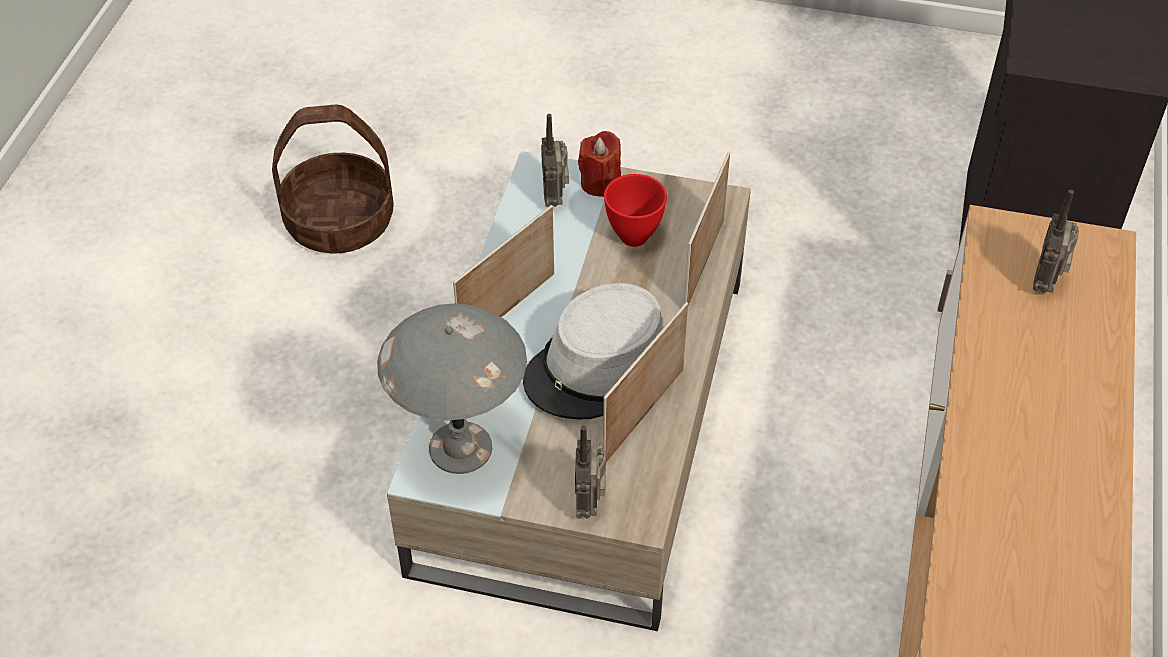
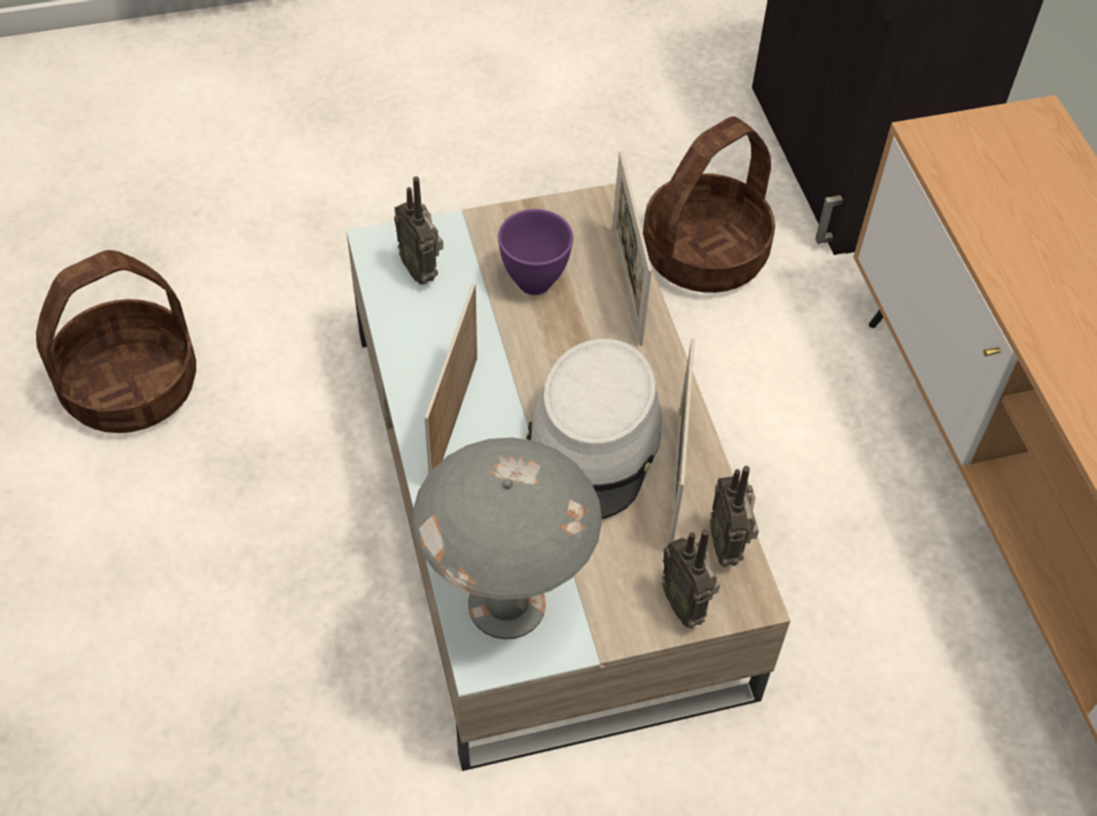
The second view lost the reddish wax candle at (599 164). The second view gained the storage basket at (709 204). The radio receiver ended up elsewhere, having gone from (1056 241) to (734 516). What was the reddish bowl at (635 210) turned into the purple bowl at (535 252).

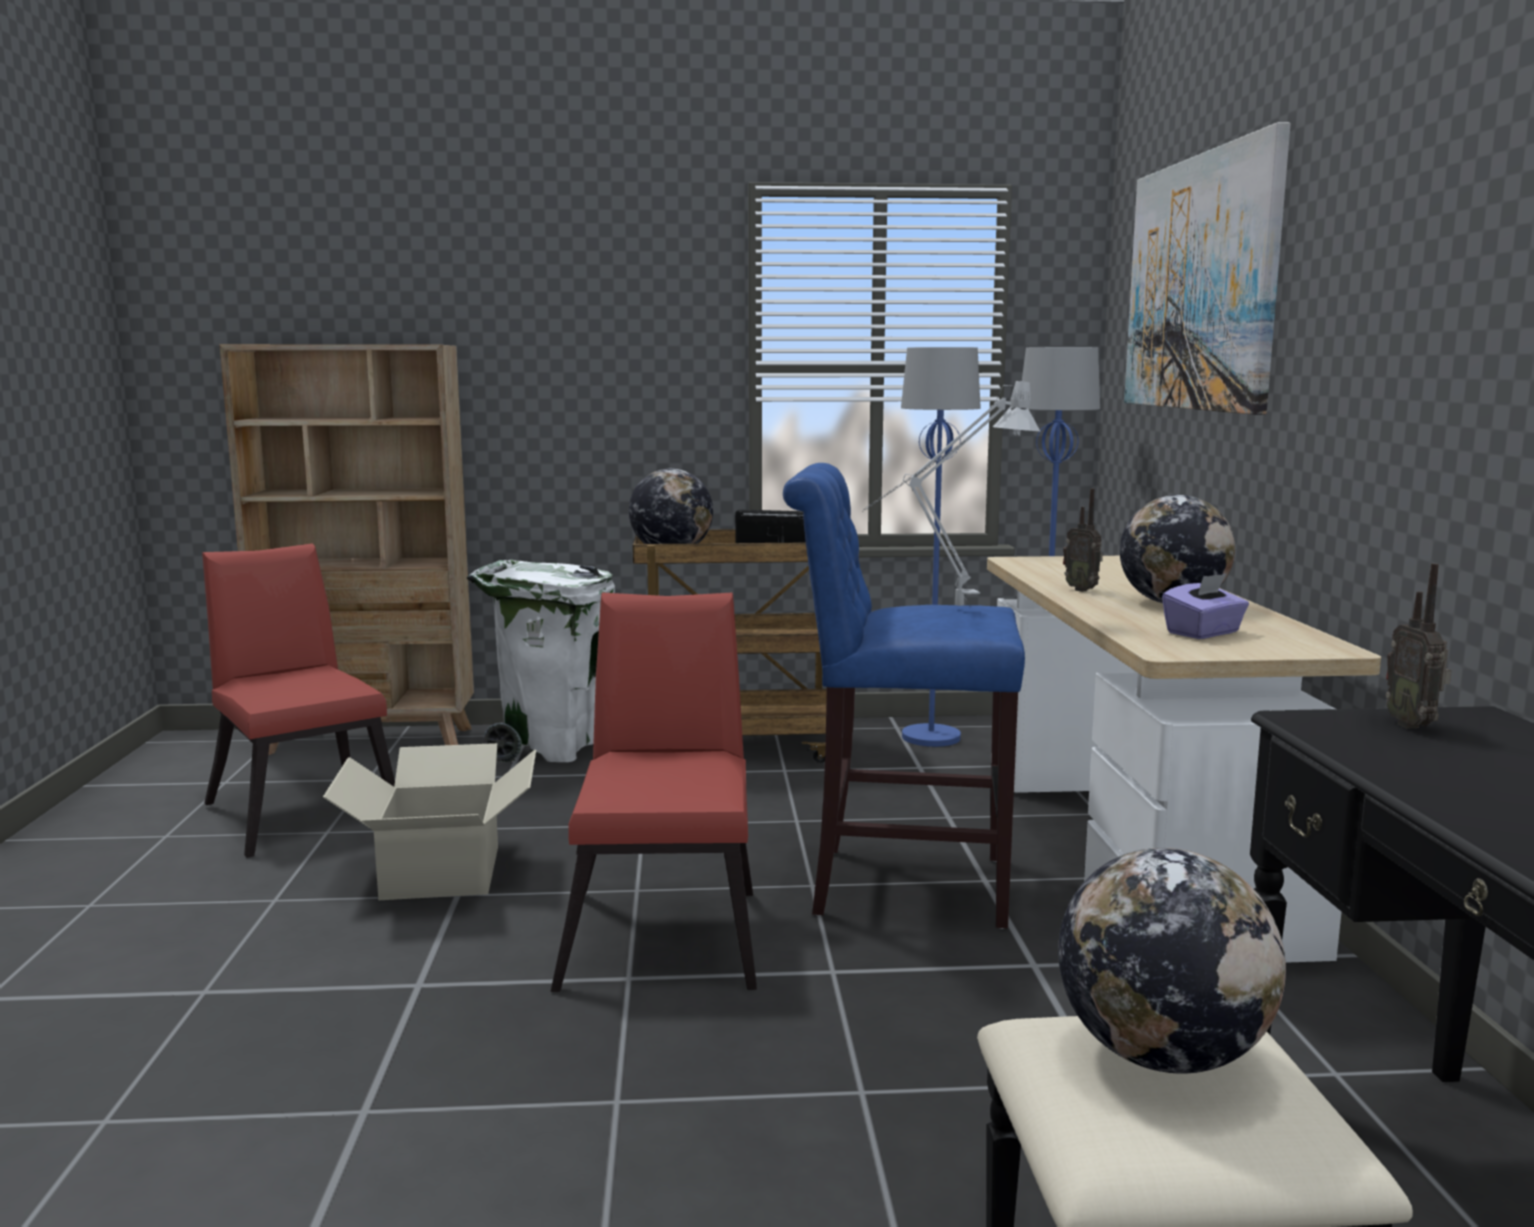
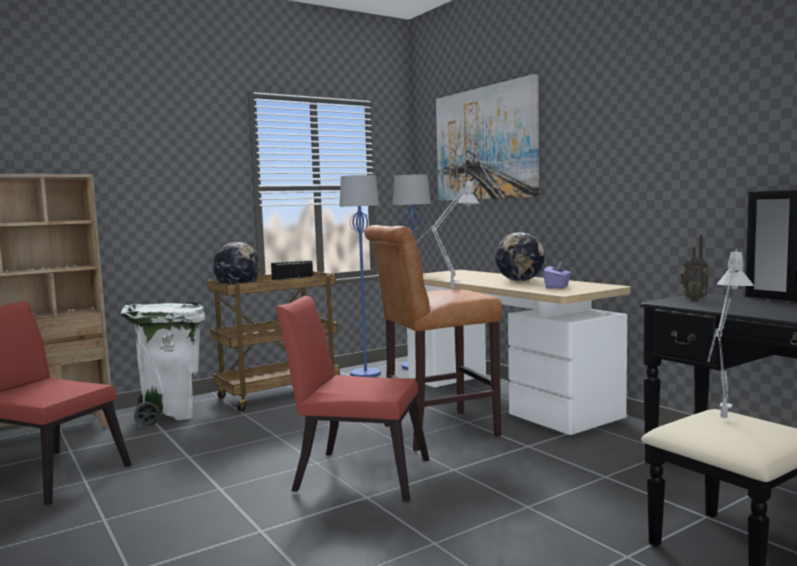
The second view lost the cardboard box at (429 821). The second view lost the radio receiver at (1083 540). Where the world globe stood at (1172 961), the grey lamp for a table came to stand at (730 333). What was the blue stool seat at (904 696) turned into the brownish stool seat at (433 338). The reddish plain chair at (653 792) ended up facing another way, 45 degrees counterclockwise from before.

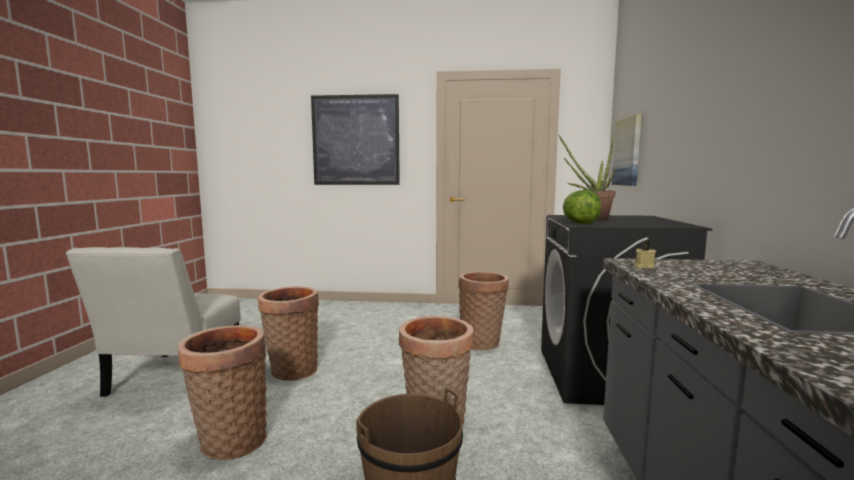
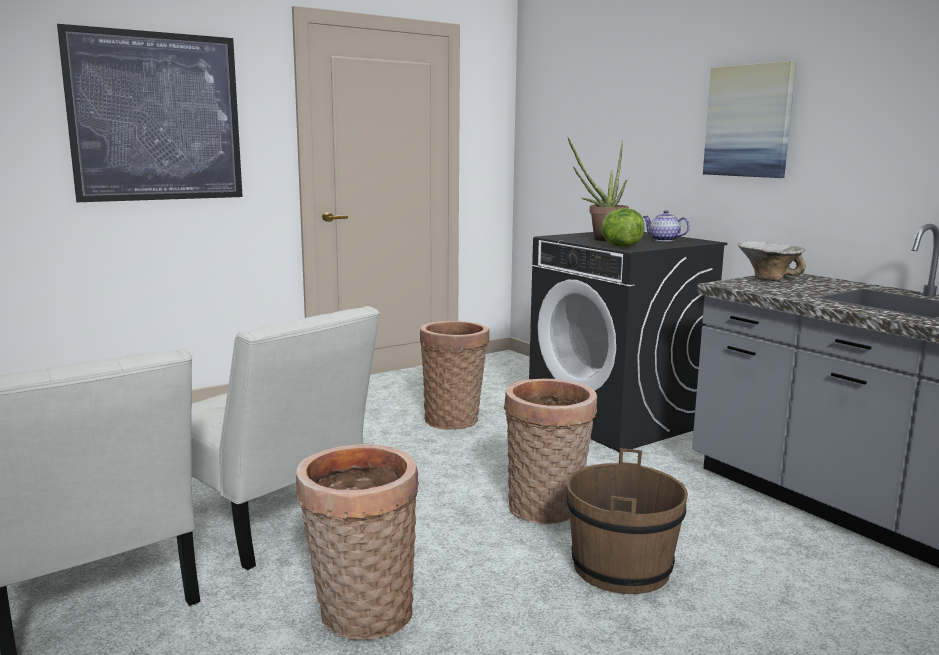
The second view lost the sand-coloured wax candle at (645 255). The second view gained the teapot at (666 225). The second view gained the bowl at (772 261). The wall art ended up elsewhere, having gone from (627 150) to (749 119). Where the storage basket stood at (288 334), the white plain chair came to stand at (285 438).

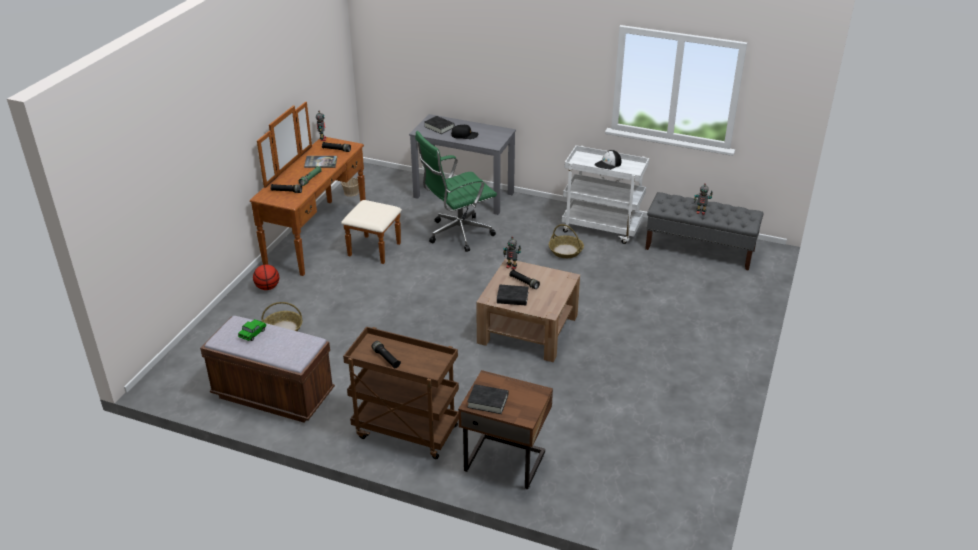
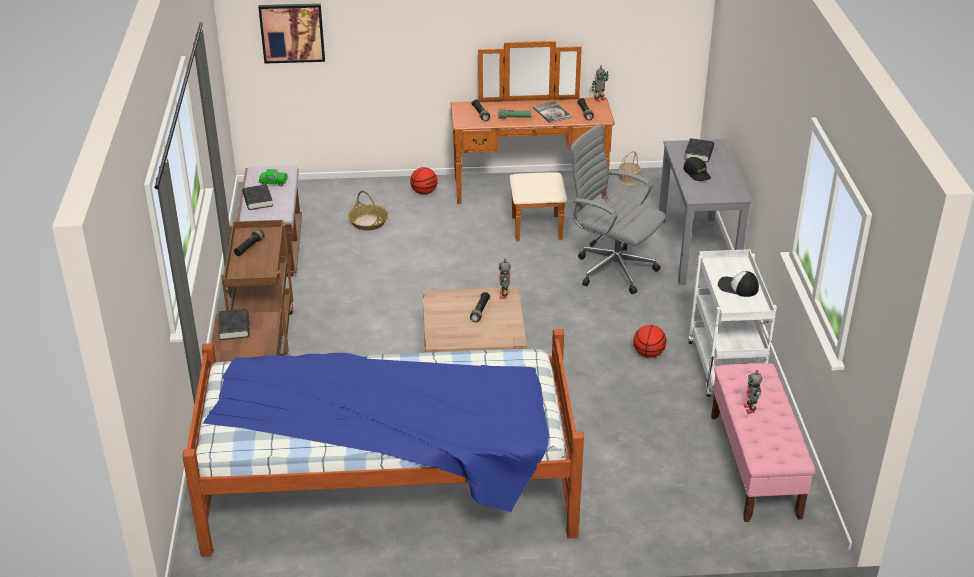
The second view gained the bedroom bed at (383 443). The second view gained the wall art at (291 33). The black book ended up elsewhere, having gone from (513 295) to (257 197). Where the storage basket stood at (566 241), the basketball ball came to stand at (650 341). What was the green-coloured office chair at (456 191) turned into the grey office chair at (618 208). What was the grey long seat at (704 231) turned into the pinkish long seat at (763 442).

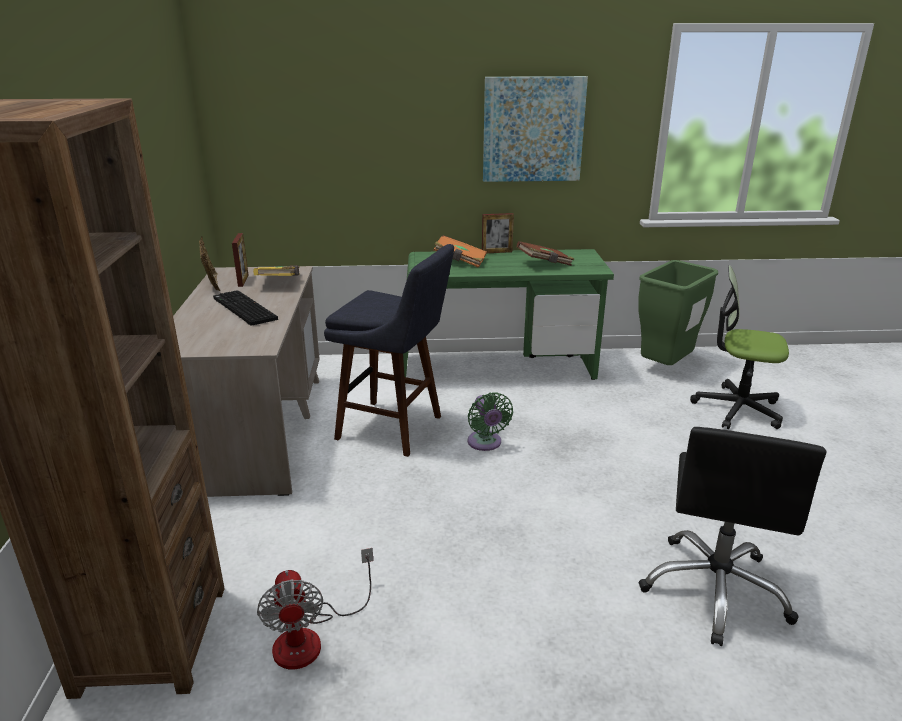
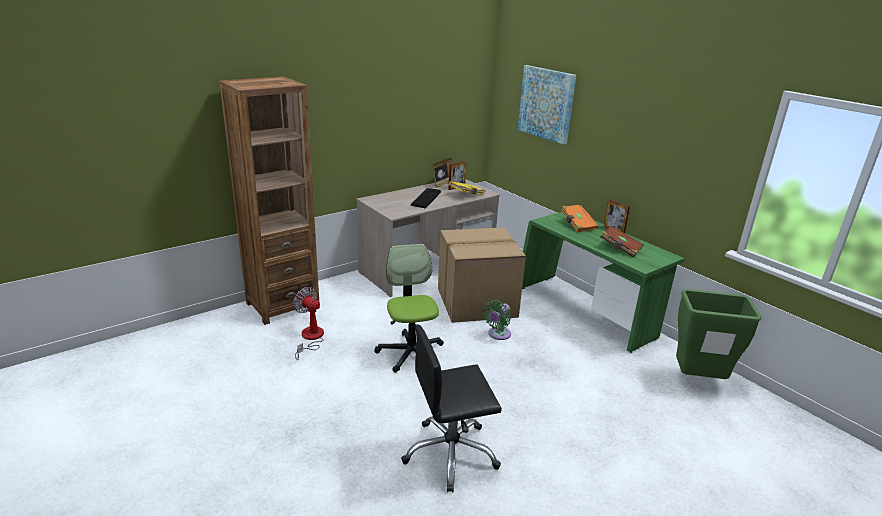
The wall art ended up elsewhere, having gone from (535 129) to (547 105). The office chair ended up elsewhere, having gone from (739 347) to (409 308). Where the blue stool seat stood at (389 350), the cardboard box came to stand at (482 275). The cooling fan at (315 609) ended up facing another way, 90 degrees clockwise from before.

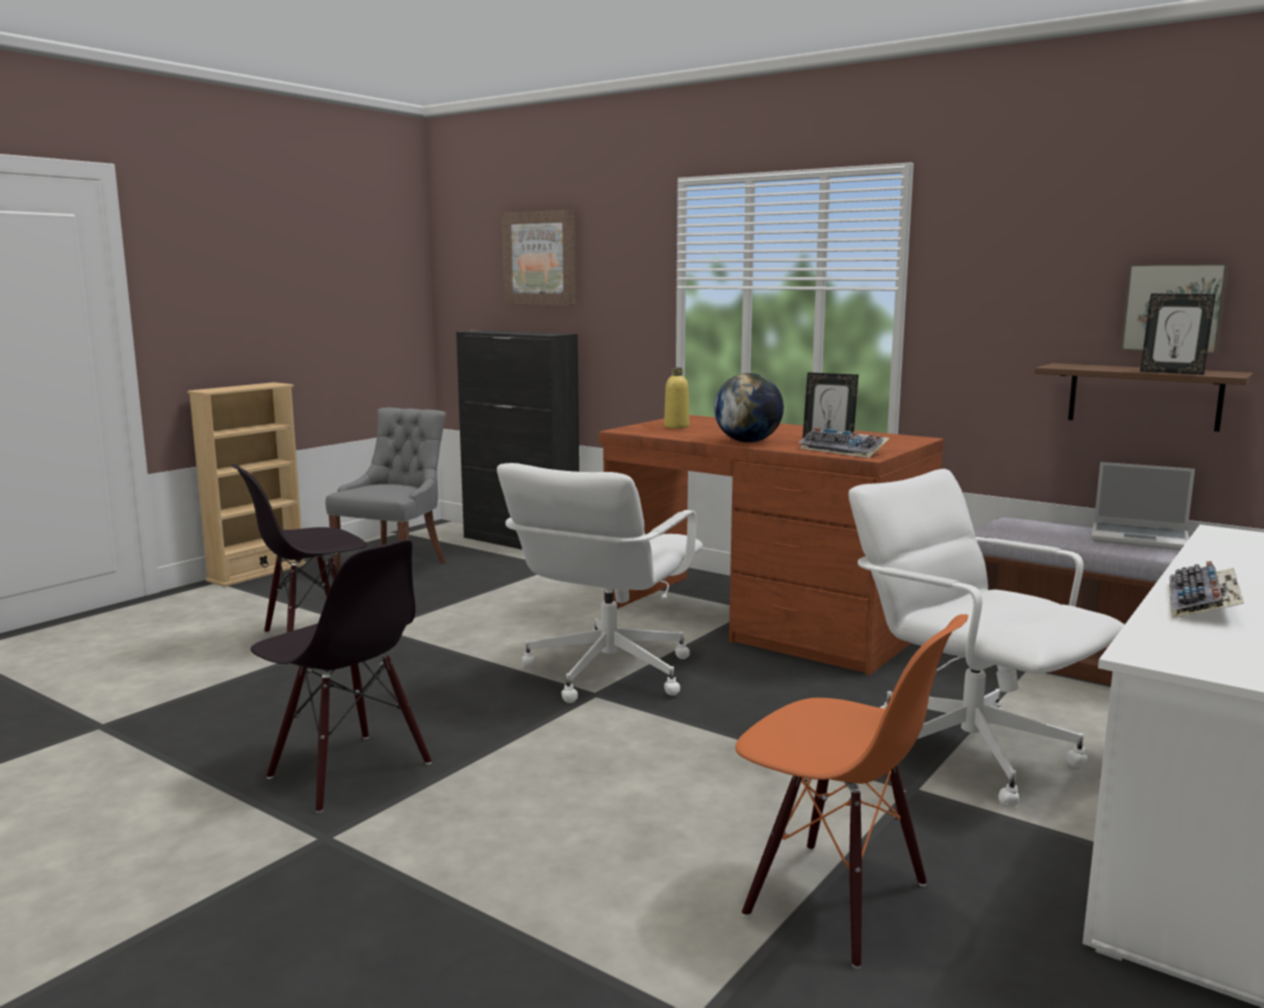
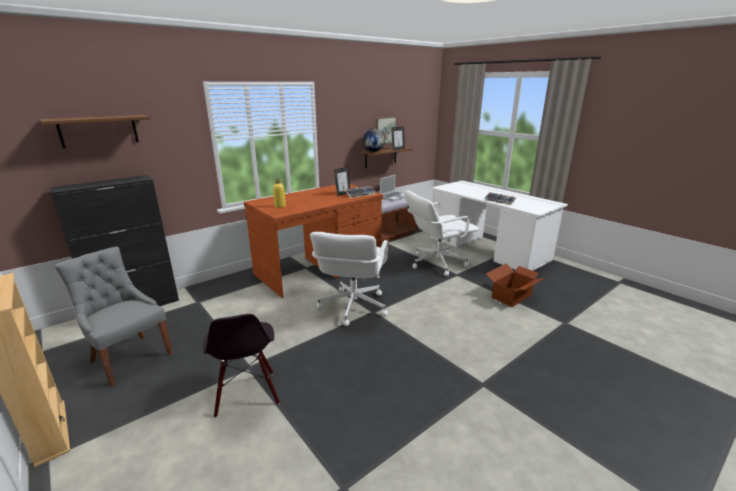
The second view lost the black plain chair at (341 676). The world globe ended up elsewhere, having gone from (749 408) to (374 140). Where the wall art hung at (539 258), the brownish wall shelf came to hang at (95 131). Where the orange-coloured plain chair stood at (851 791), the cardboard box came to stand at (515 285). The white office chair at (600 583) ended up facing another way, 60 degrees clockwise from before.

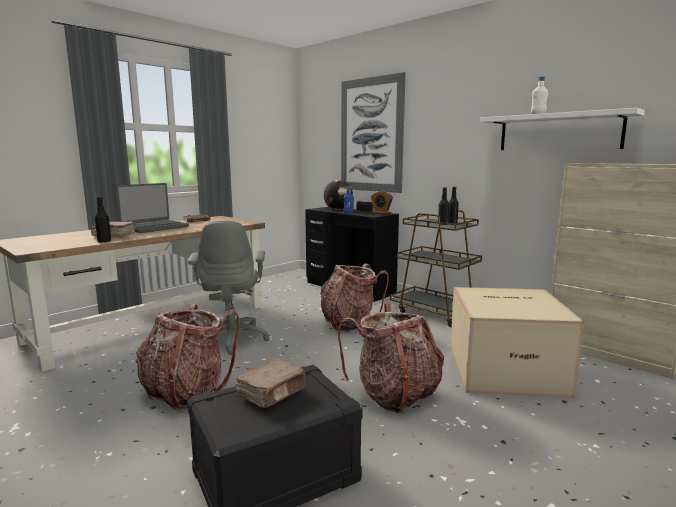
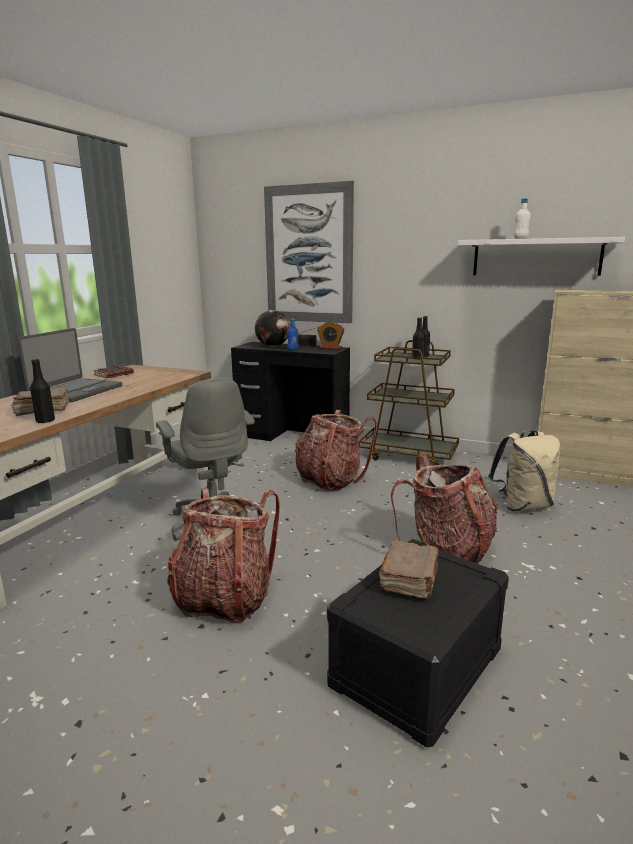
Where the cardboard box stood at (517 342), the sand-coloured backpack came to stand at (524 471).

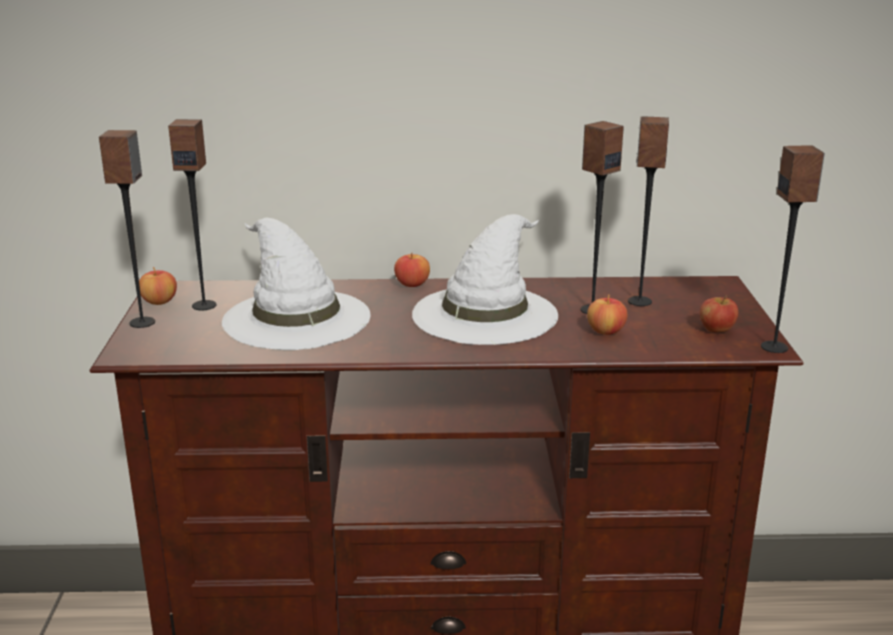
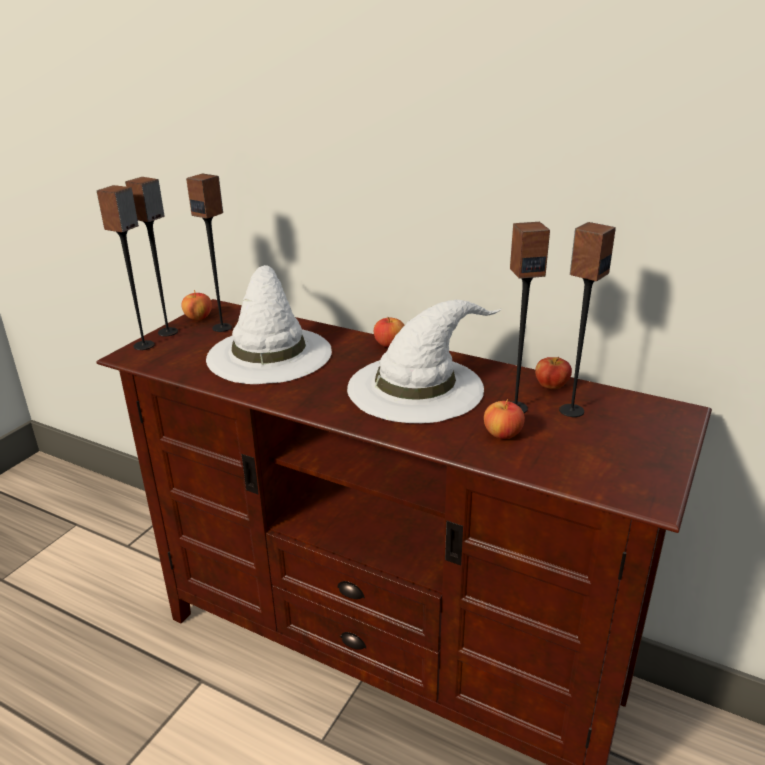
The apple fruit ended up elsewhere, having gone from (719 313) to (553 373). The speaker ended up elsewhere, having gone from (793 249) to (126 267).

